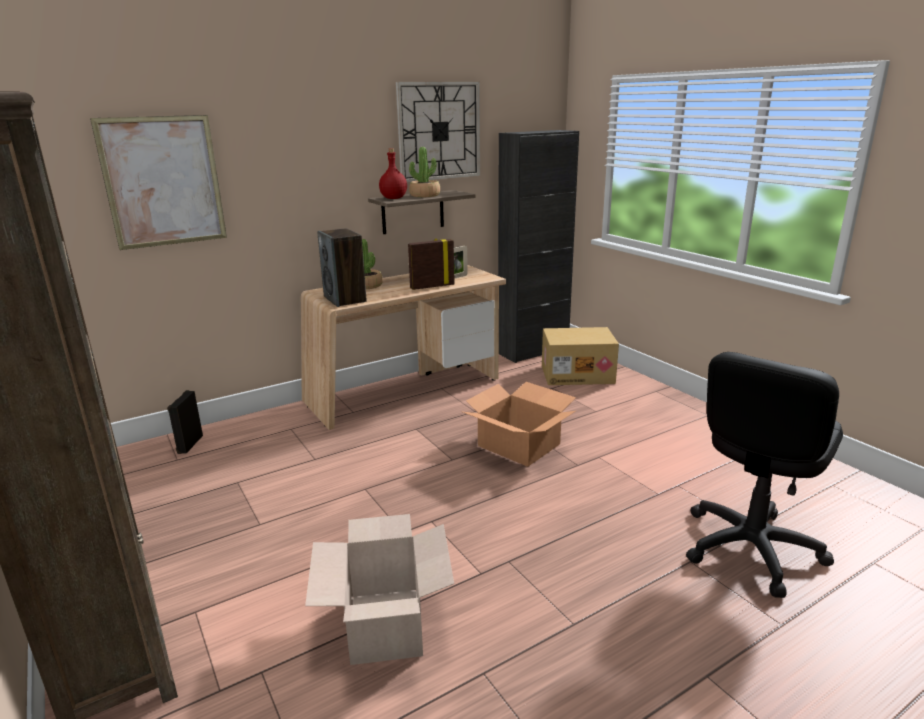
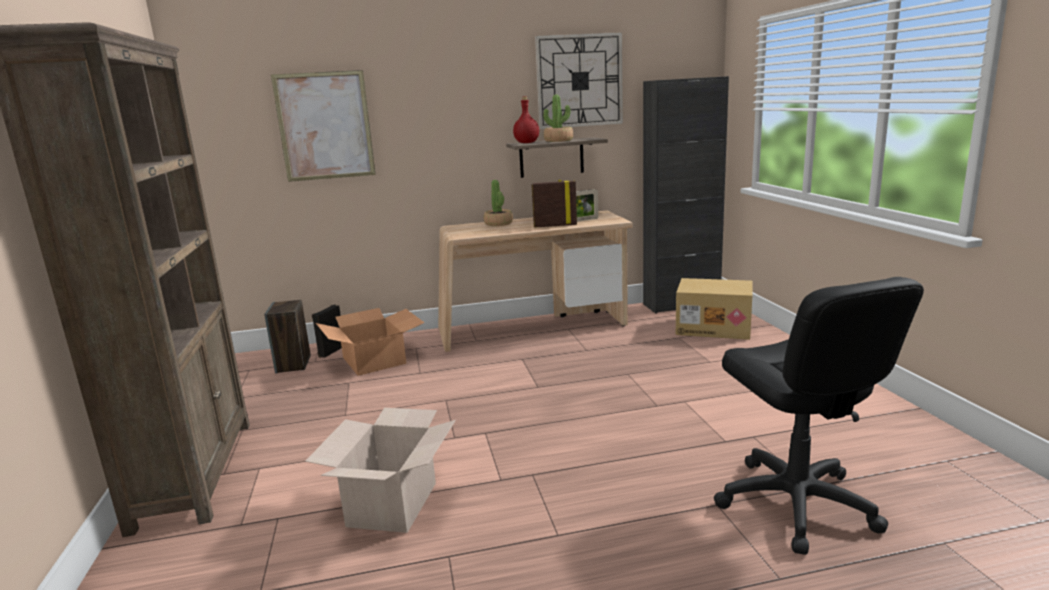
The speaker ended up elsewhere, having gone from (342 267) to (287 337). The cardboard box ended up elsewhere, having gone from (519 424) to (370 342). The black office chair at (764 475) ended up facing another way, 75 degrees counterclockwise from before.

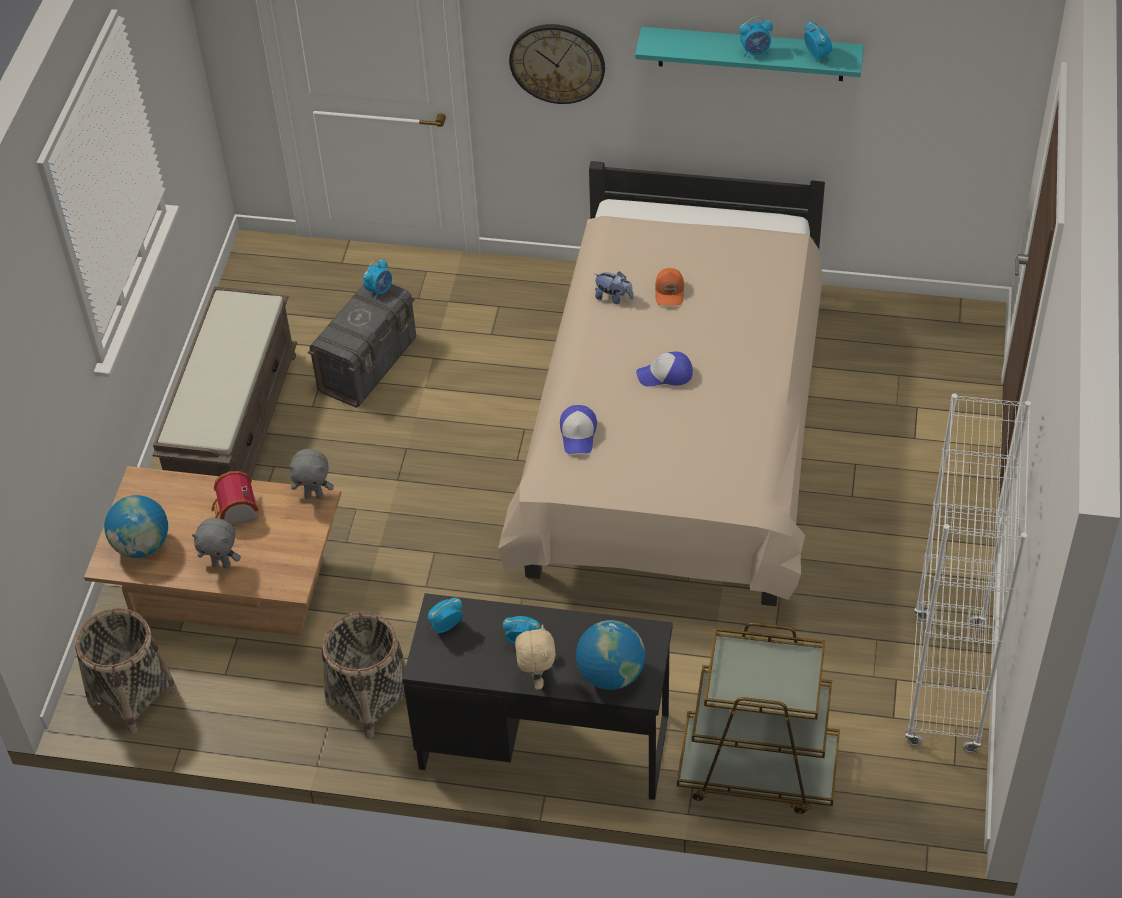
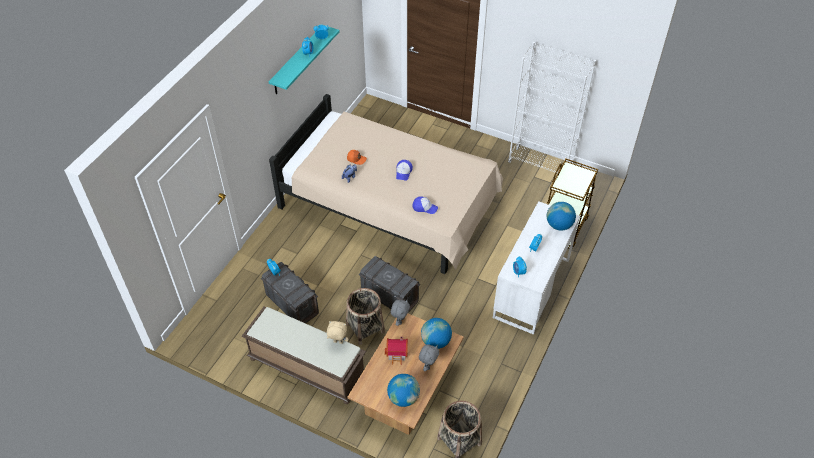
The second view lost the clock on the wall at (557 64). The second view gained the grey storage box at (389 284). The second view gained the world globe at (436 333). The storage basket ended up elsewhere, having gone from (364 675) to (365 316). The sand-coloured soft toy ended up elsewhere, having gone from (535 657) to (338 332). What was the black desk at (538 696) turned into the white desk at (536 268).

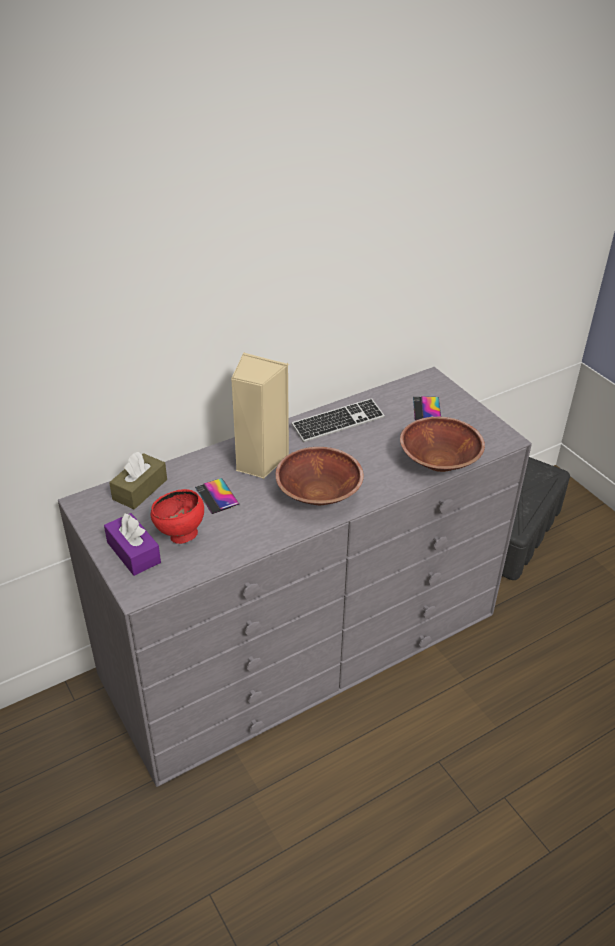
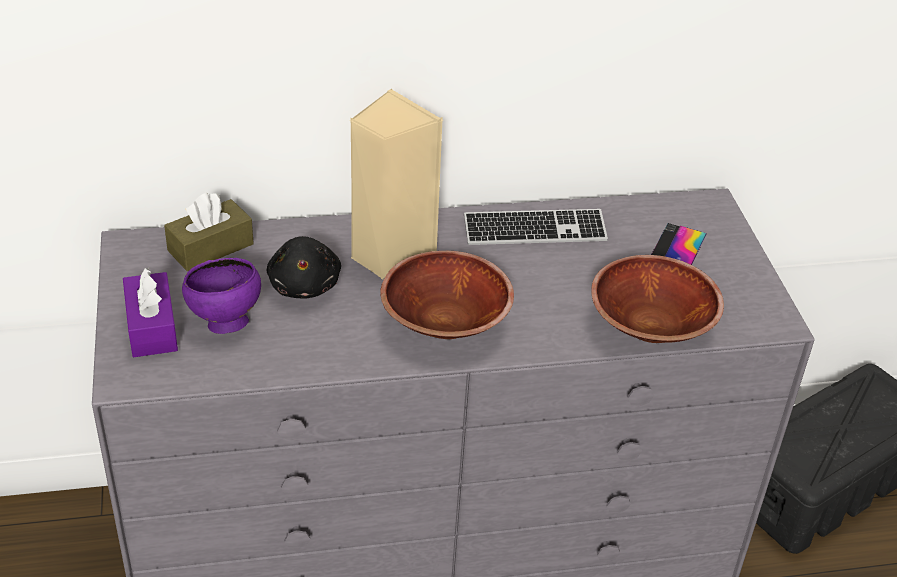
Where the telephone stood at (217 496), the black soft toy came to stand at (304 267). What was the reddish bowl at (177 516) turned into the purple bowl at (221 296).

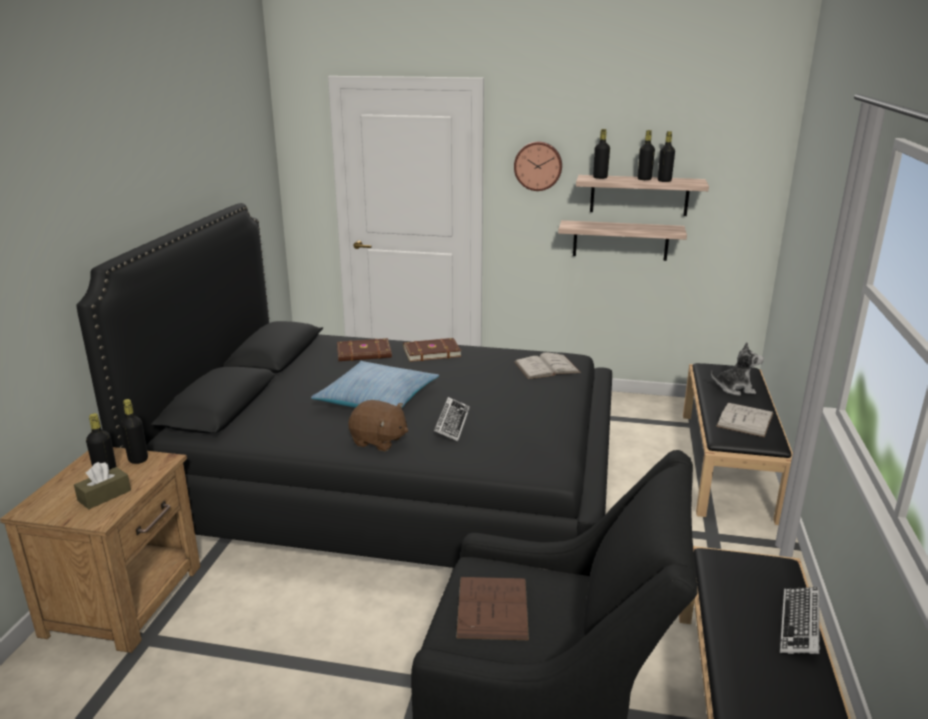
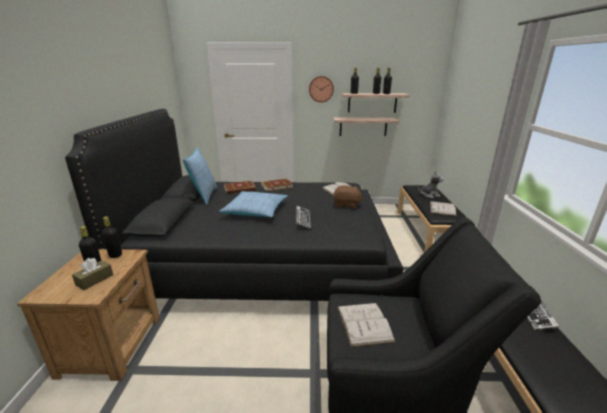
The second view gained the throw pillow at (200 176). The brownish soft toy ended up elsewhere, having gone from (378 425) to (348 197). What was the brownish book at (492 608) turned into the white book at (366 325).

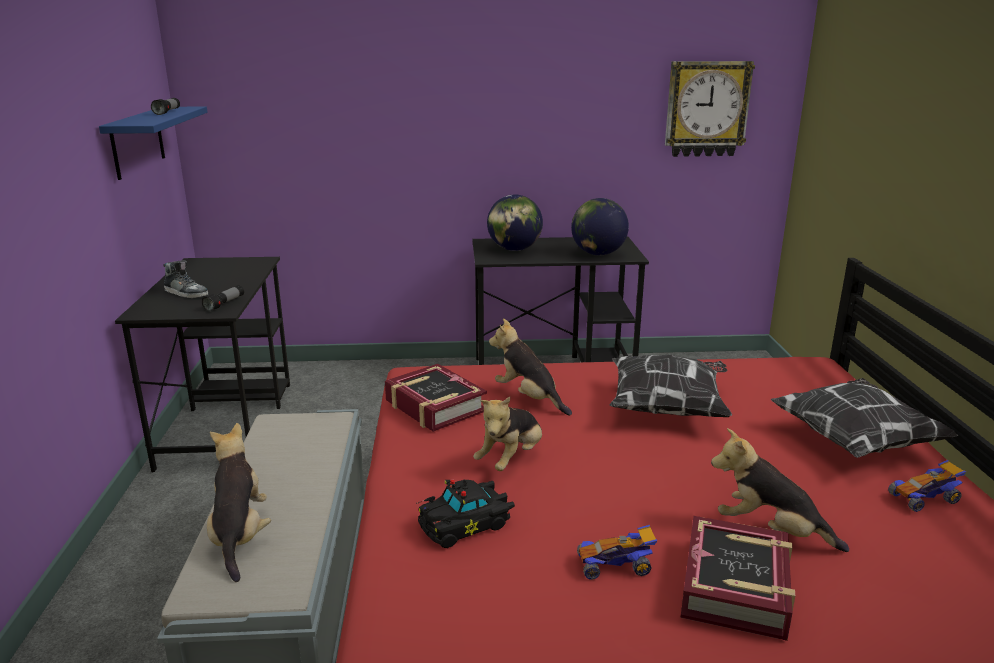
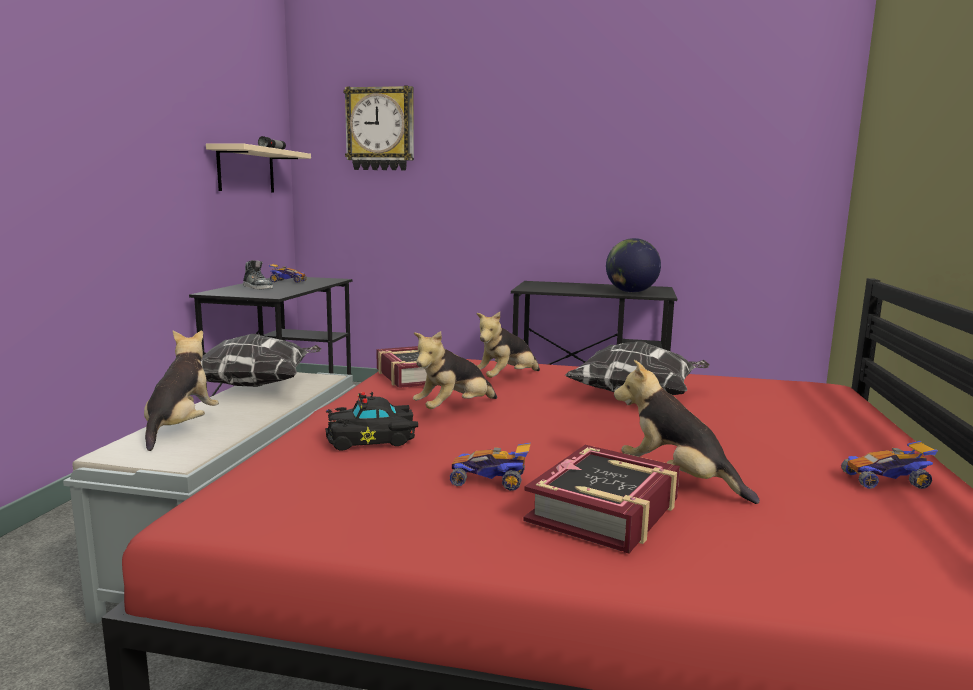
The second view lost the flashlight at (223 298). The second view lost the world globe at (515 223). The second view gained the toy car at (288 273). The clock on the wall ended up elsewhere, having gone from (710 109) to (378 128). The throw pillow ended up elsewhere, having gone from (865 418) to (261 360). What was the blue wall shelf at (153 143) turned into the sand-coloured wall shelf at (258 167). The soft toy at (530 366) ended up facing another way, 105 degrees counterclockwise from before.

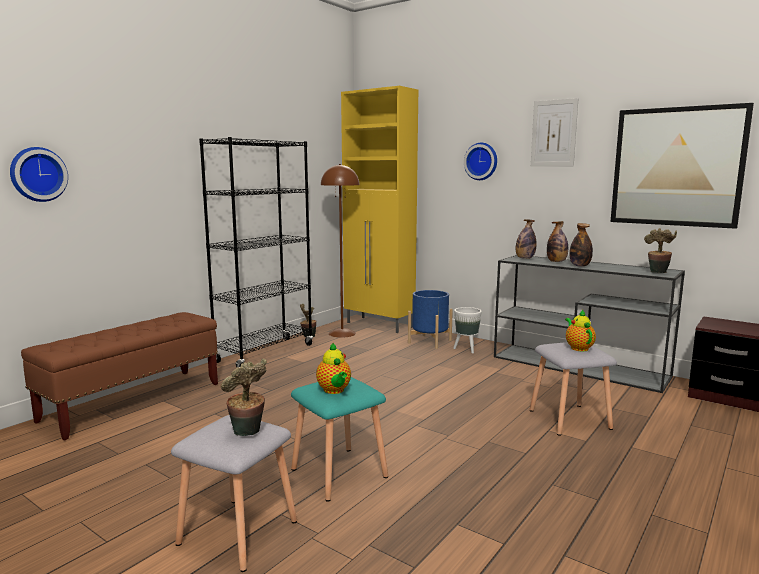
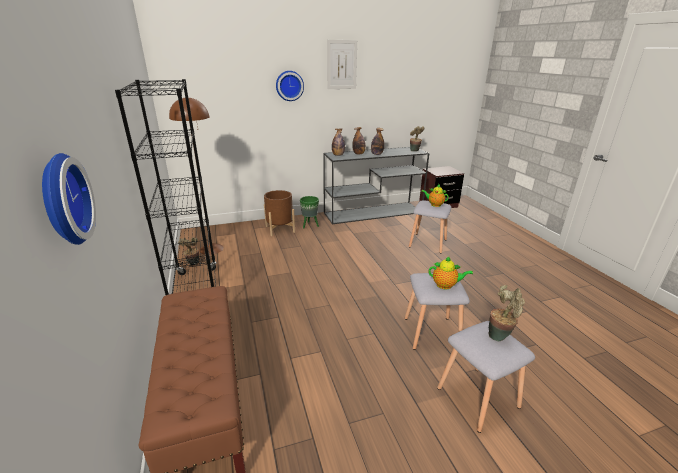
The second view lost the yellow-coloured cupboard at (379 209). The second view lost the wall art at (682 166). What was the blue-green stool seat at (339 439) turned into the grey stool seat at (437 311). What was the blue plant pot at (430 319) turned into the brownish plant pot at (279 213). What was the white plant pot at (467 330) turned into the green-coloured plant pot at (309 212).

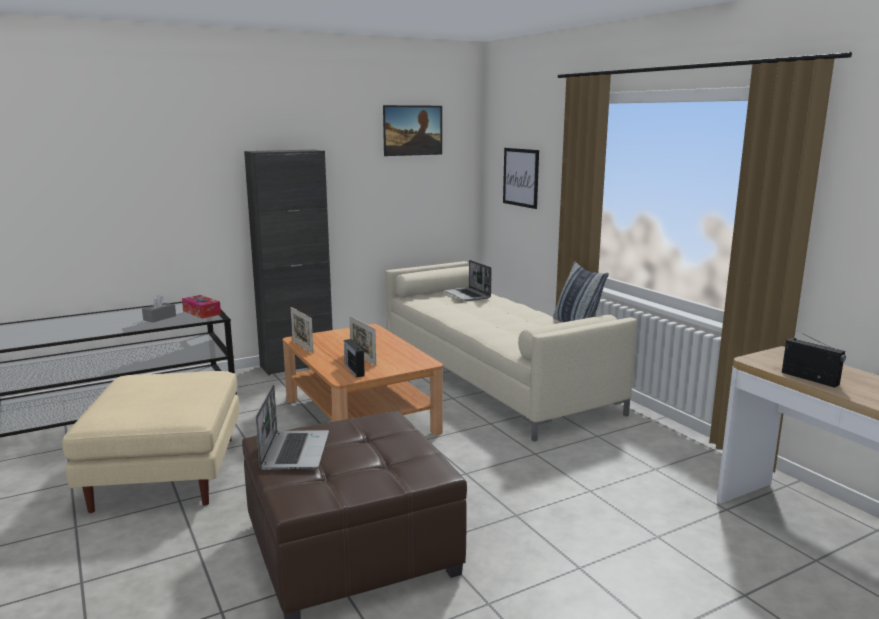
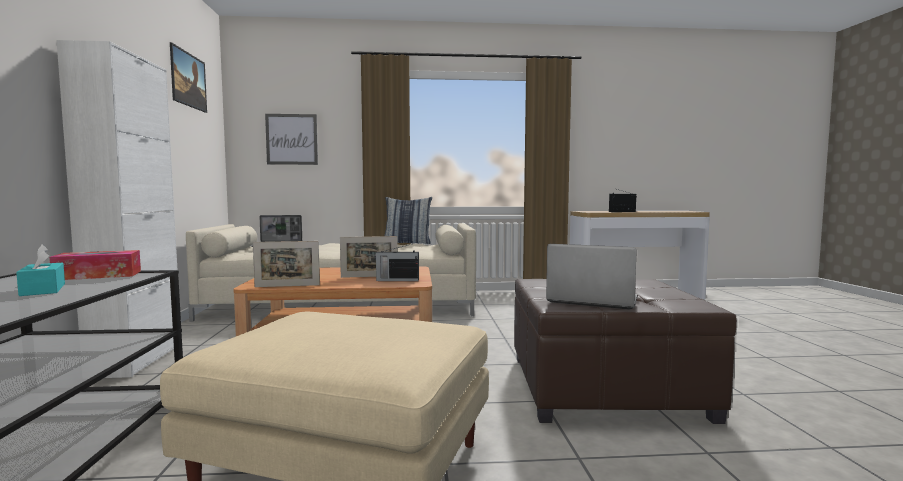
What was the grey tissue holder at (159 309) turned into the blue-green tissue holder at (40 270). What was the black cupboard at (288 262) turned into the white cupboard at (116 209).

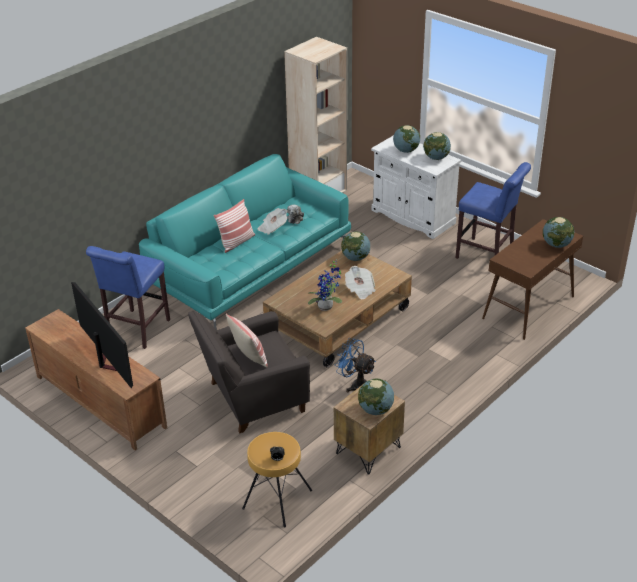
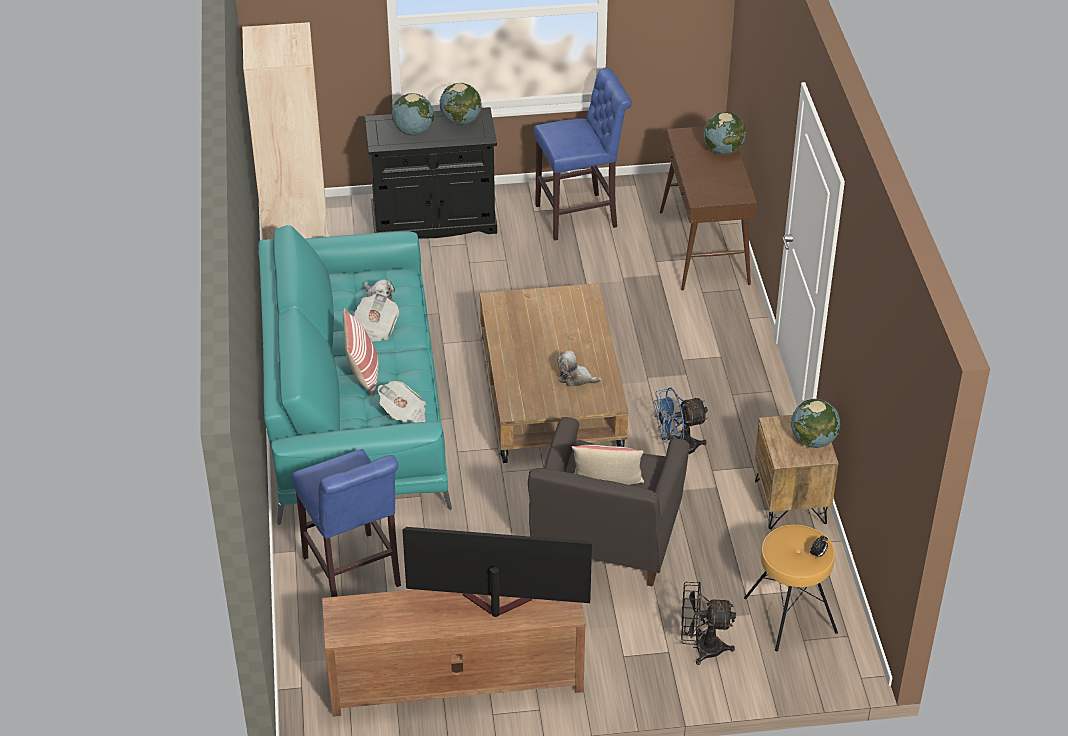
The second view lost the world globe at (355 246). The second view gained the black cooling fan at (708 623). The daily paper ended up elsewhere, having gone from (360 283) to (402 402). Where the potted plant stood at (325 285), the soft toy came to stand at (579 369). What was the white cupboard at (416 187) turned into the black cupboard at (431 173).

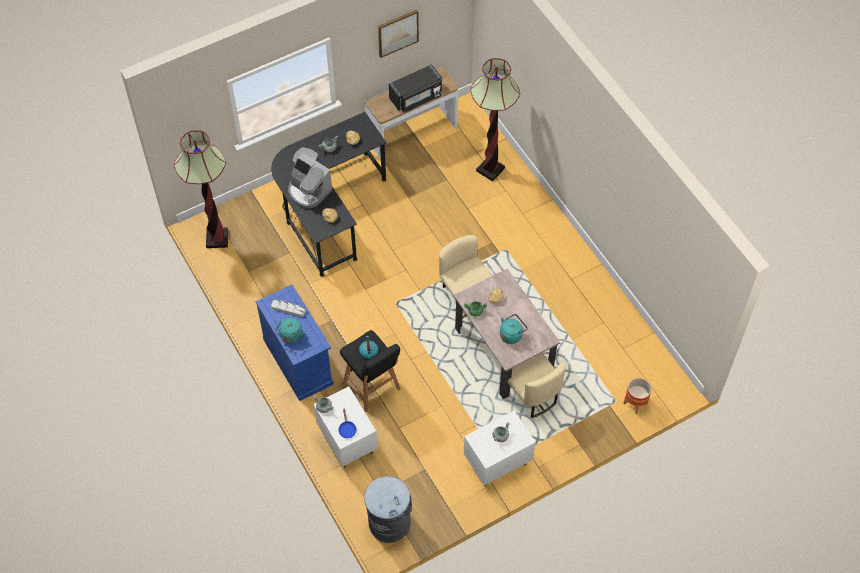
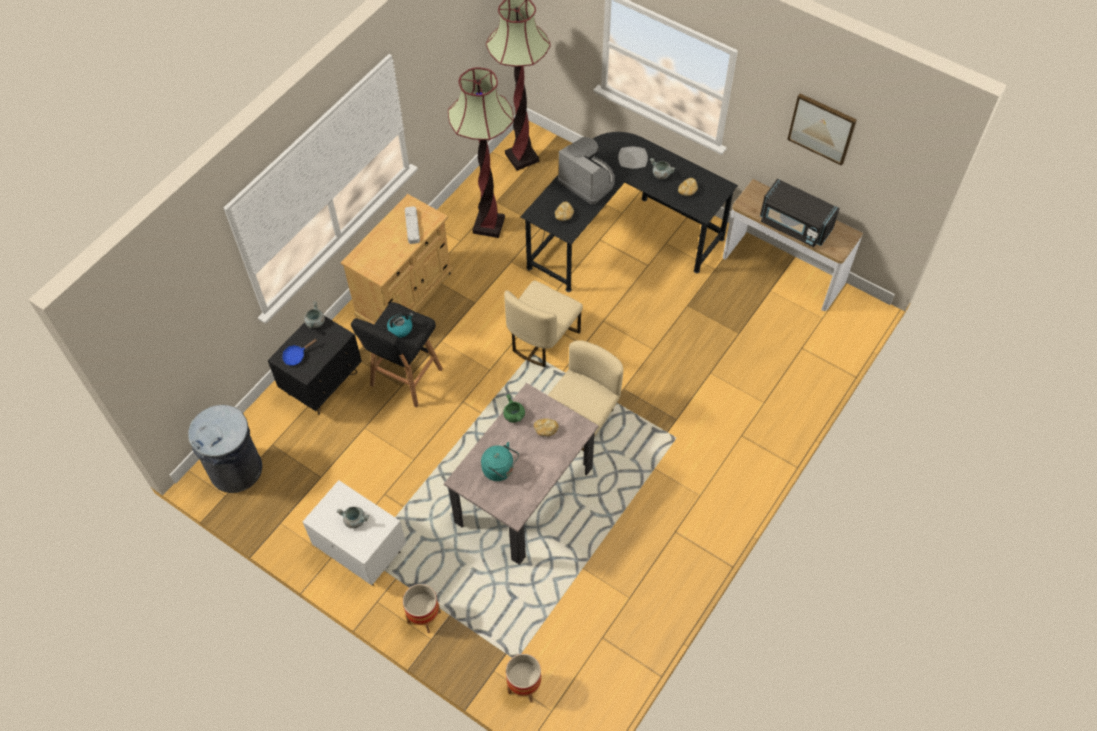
The second view lost the blue-green kettle at (290 330). The second view gained the plant pot at (422 608). The standard lamp ended up elsewhere, having gone from (495 119) to (481 152). The sand-coloured plain chair ended up elsewhere, having gone from (537 385) to (543 324). What was the blue cupboard at (295 343) turned into the sand-coloured cupboard at (397 259). What was the white bedside table at (345 427) turned into the black bedside table at (315 365). The coffee brewer at (310 180) ended up facing another way, 120 degrees clockwise from before.

